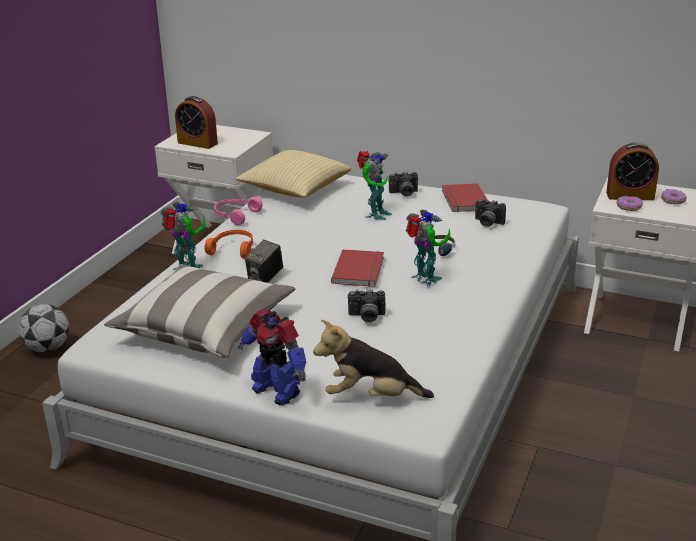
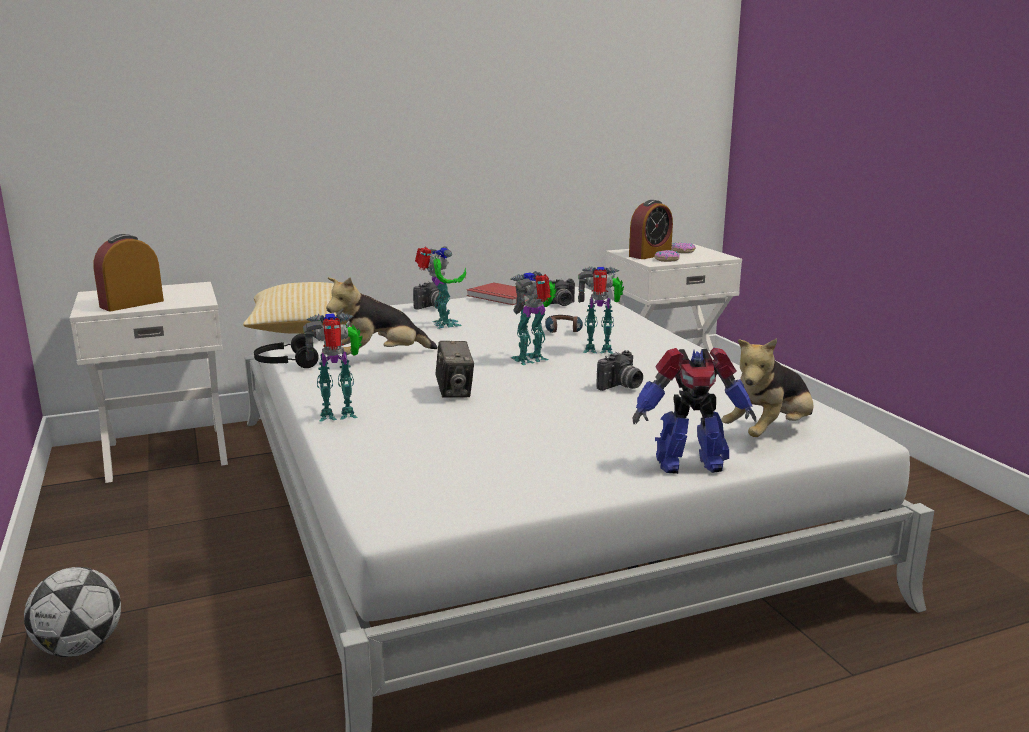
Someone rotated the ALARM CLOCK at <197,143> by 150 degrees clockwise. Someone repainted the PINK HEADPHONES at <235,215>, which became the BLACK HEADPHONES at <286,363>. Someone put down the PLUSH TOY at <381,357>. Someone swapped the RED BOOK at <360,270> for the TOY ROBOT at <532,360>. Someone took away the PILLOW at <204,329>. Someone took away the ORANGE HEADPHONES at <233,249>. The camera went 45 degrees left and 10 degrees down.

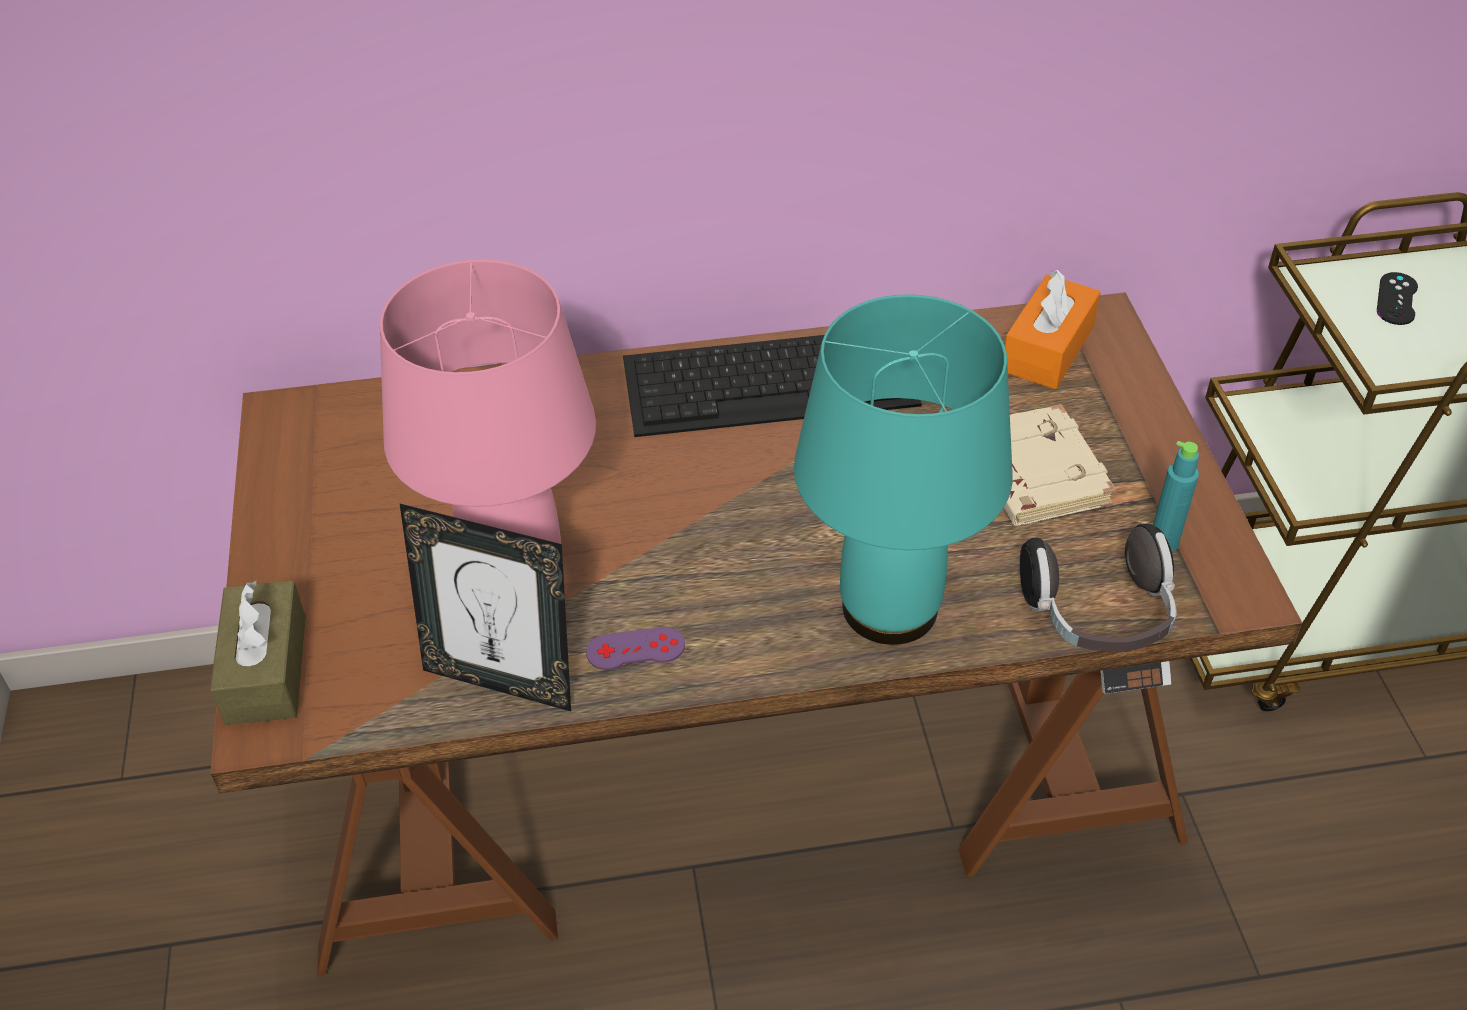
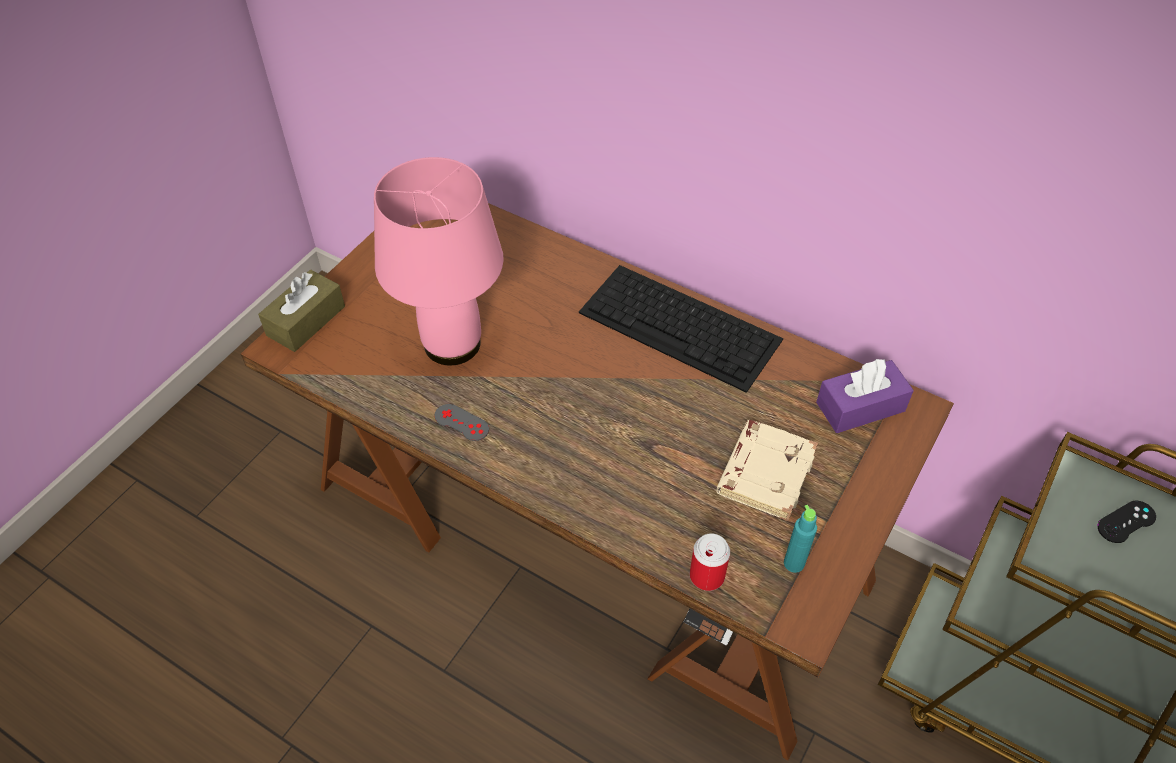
Someone repainted the PURPLE GAME CONTROLLER at <635,649>, which became the GREY GAME CONTROLLER at <461,422>. Someone swapped the HEADPHONES at <1098,616> for the CAN at <707,576>. Someone repainted the ORANGE TISSUE BOX at <1047,349>, which became the PURPLE TISSUE BOX at <860,407>. Someone took away the PICTURE FRAME at <502,680>. Someone took away the TURQUOISE TABLE LAMP at <887,608>. The camera went 40 degrees right and 5 degrees up.

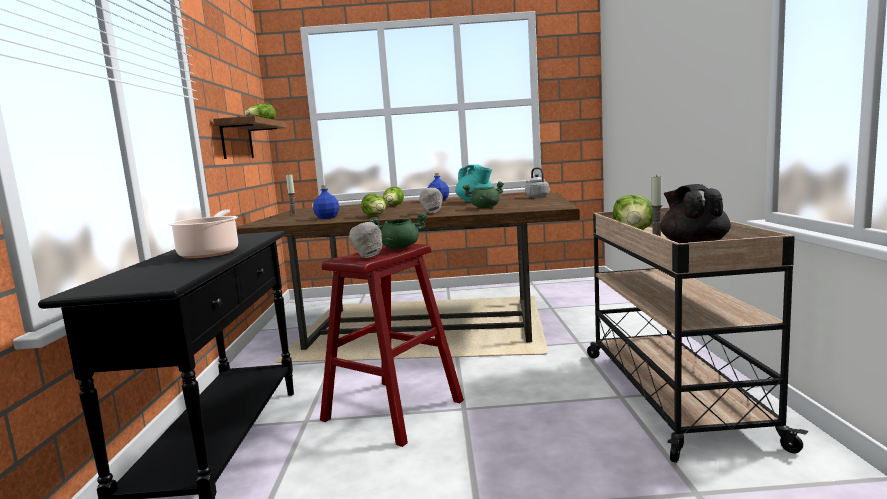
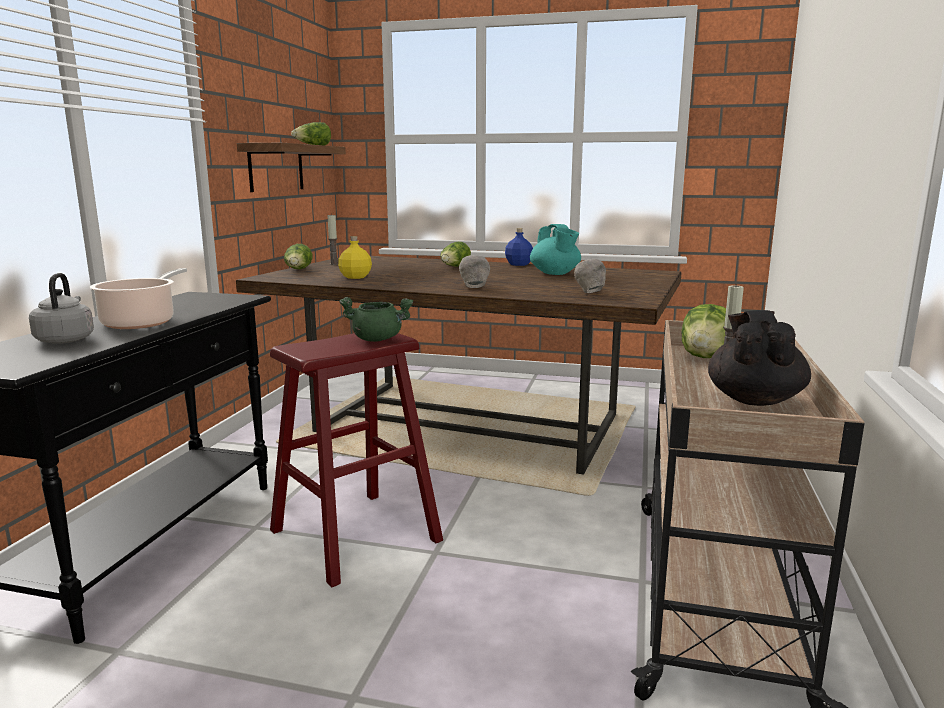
Someone carried the GREY KETTLE from <536,196> to <66,339>. Someone carried the LETTUCE from <376,216> to <298,270>. Someone repainted the BLUE BOTTLE at <327,218>, which became the YELLOW BOTTLE at <355,277>. Someone carried the GREY BOWL from <367,257> to <589,292>. Someone took away the GREEN COOKING POT at <485,208>. The camera went 15 degrees right and 5 degrees up.

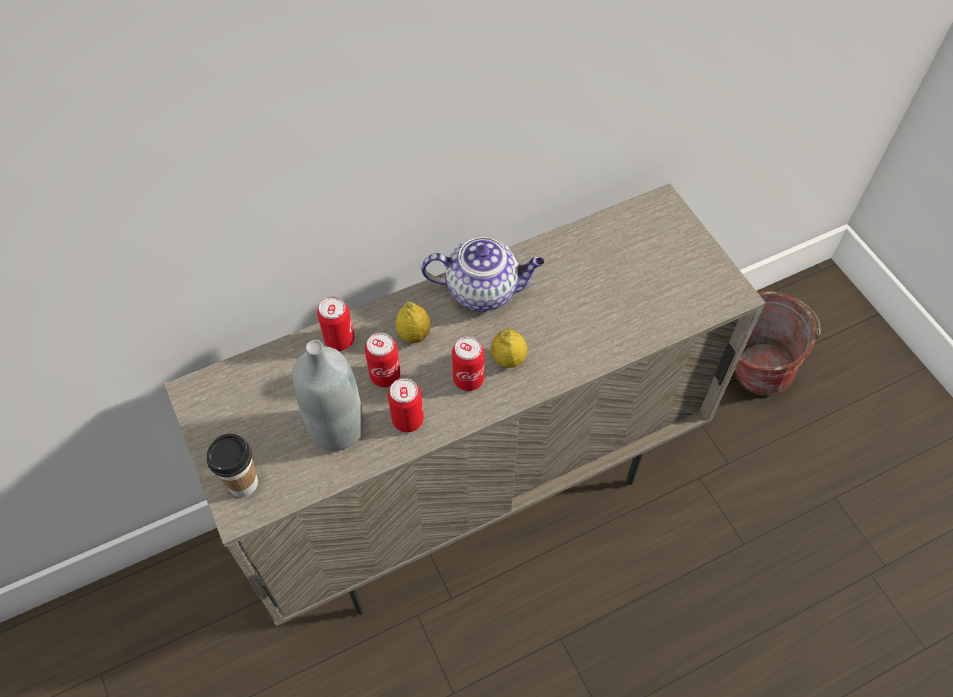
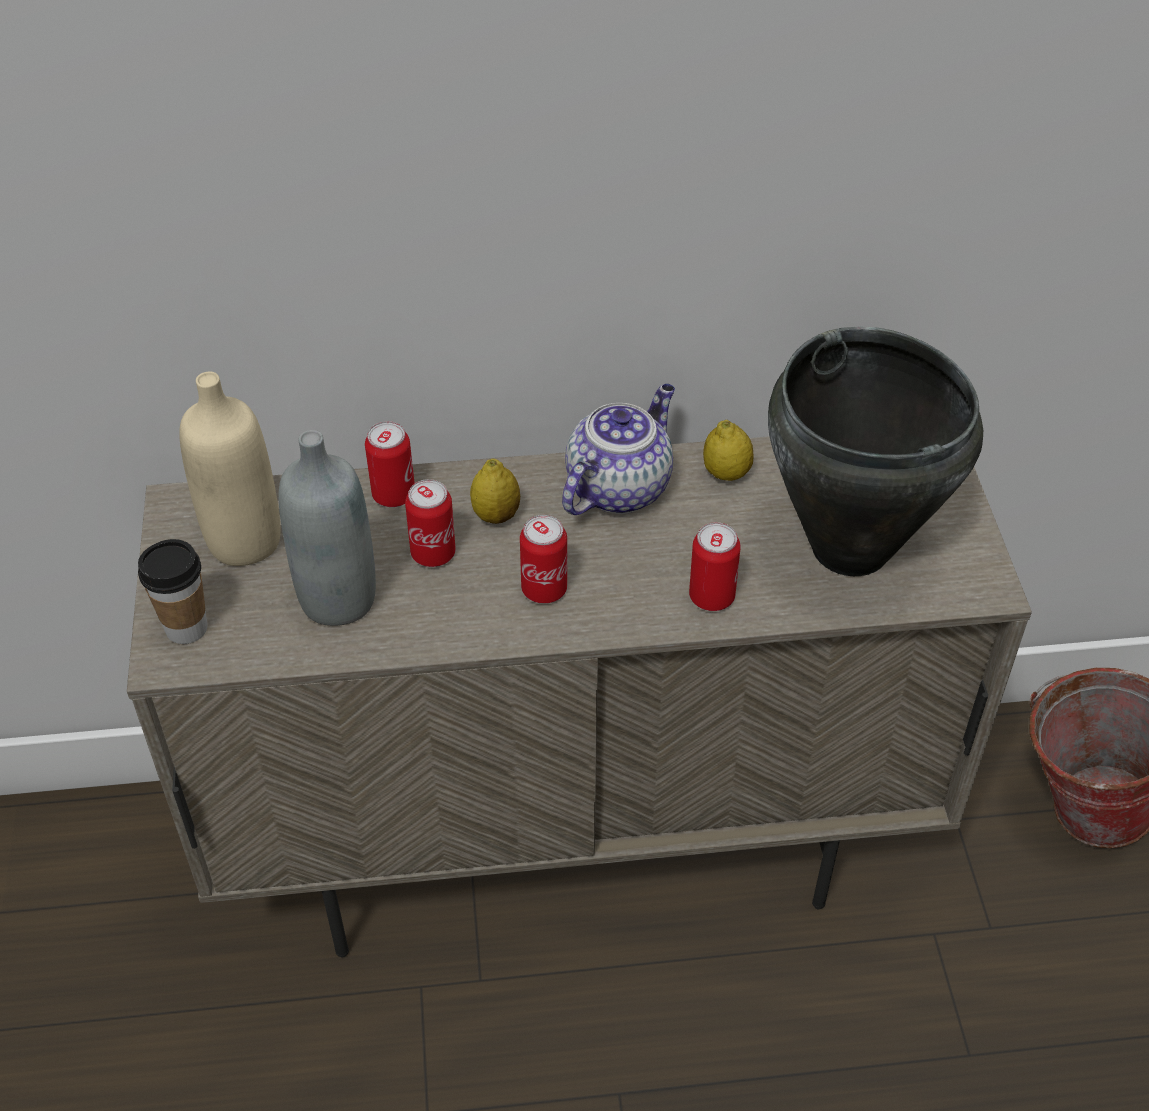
Someone put down the BEIGE BOTTLE at <244,541>. Someone rotated the TEAPOT at <483,290> by 75 degrees counterclockwise. Someone carried the CAN from <407,420> to <711,597>. Someone carried the LEMON from <508,359> to <726,473>. Someone put down the BLACK COOKING POT at <849,549>. The camera went 20 degrees right and 10 degrees down.

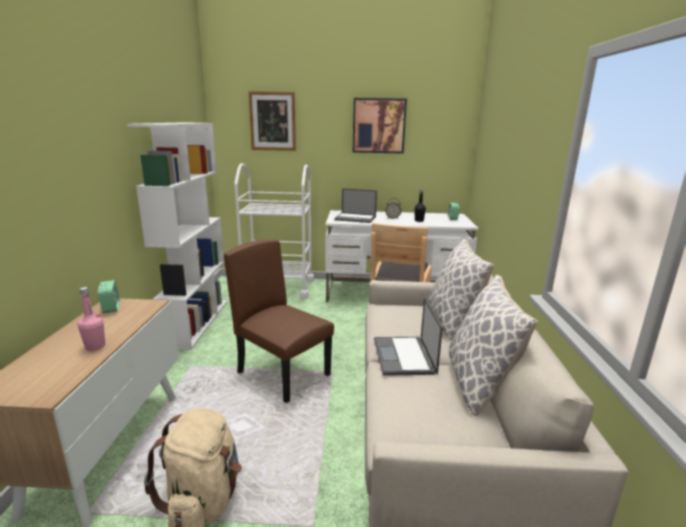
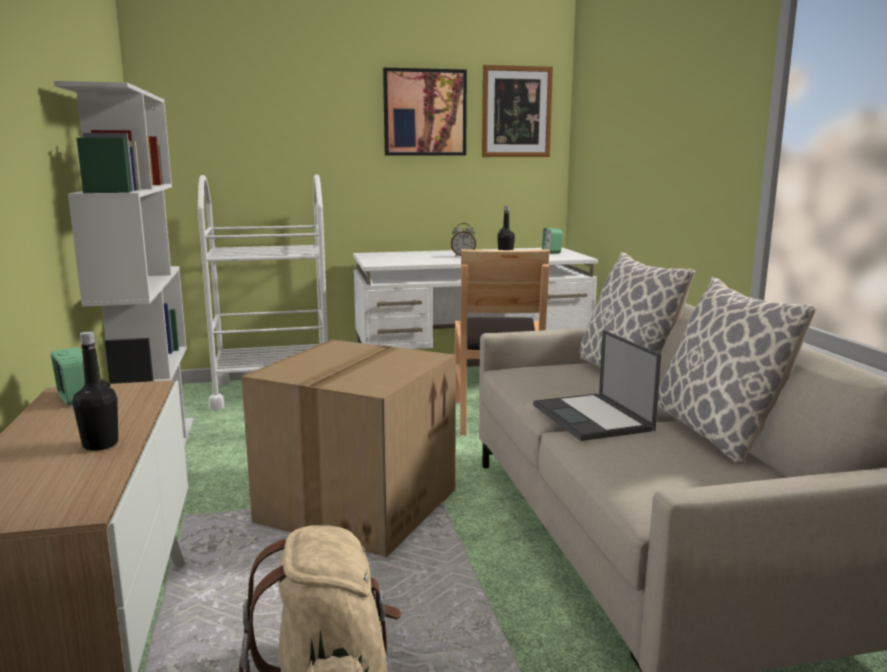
Someone repainted the PINK BOTTLE at <95,346>, which became the BLACK BOTTLE at <100,445>. Someone swapped the BROWN CHAIR at <284,373> for the CARDBOARD BOX at <357,504>. Someone carried the PICTURE from <272,121> to <516,112>. Someone took away the LAPTOP at <356,218>. The camera went 15 degrees left and 5 degrees down.

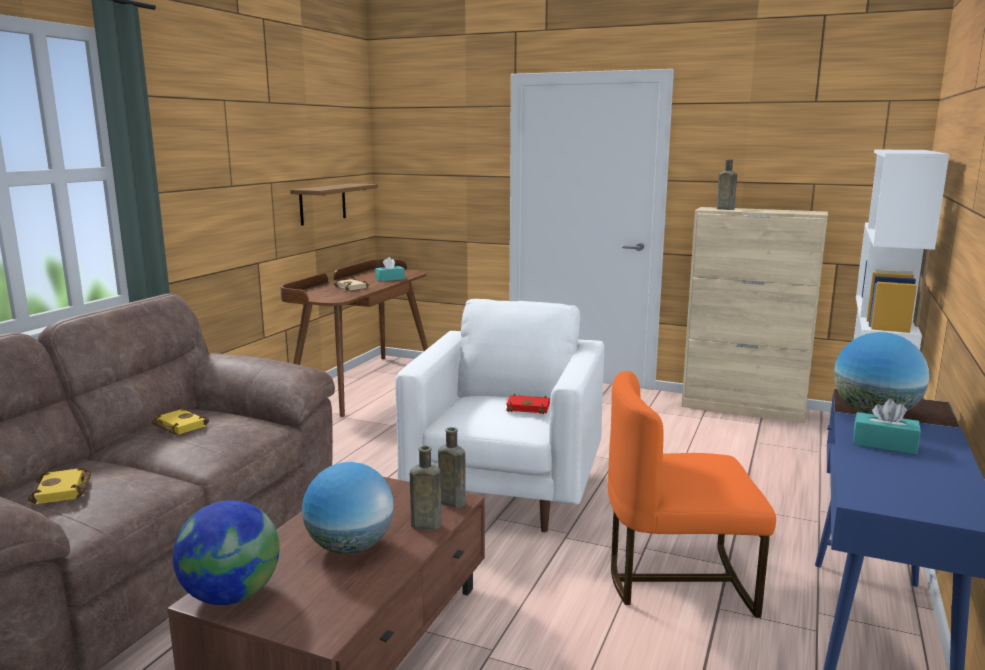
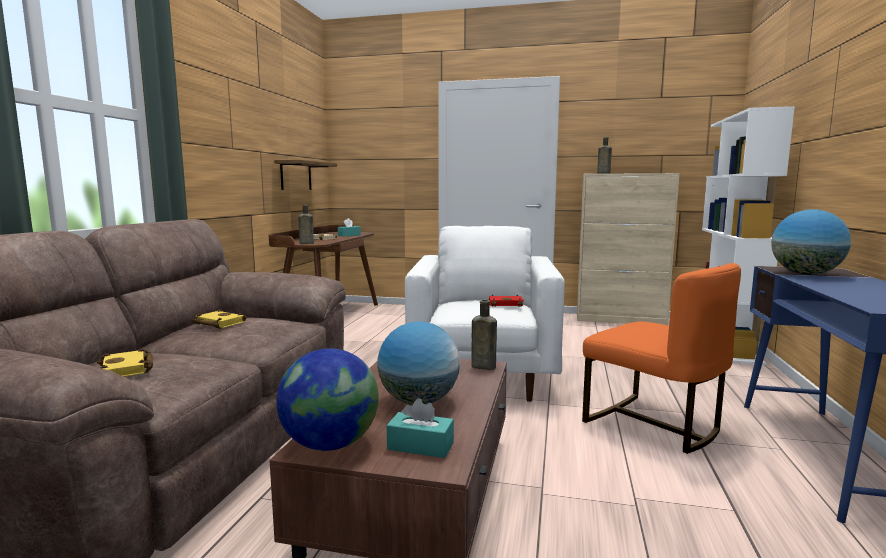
Someone carried the BROWN BOTTLE from <424,525> to <305,243>. Someone carried the TURQUOISE TISSUE BOX from <884,444> to <420,446>. Someone rotated the ORANGE CHAIR at <677,579> by 120 degrees counterclockwise. The camera went 10 degrees left and 5 degrees down.

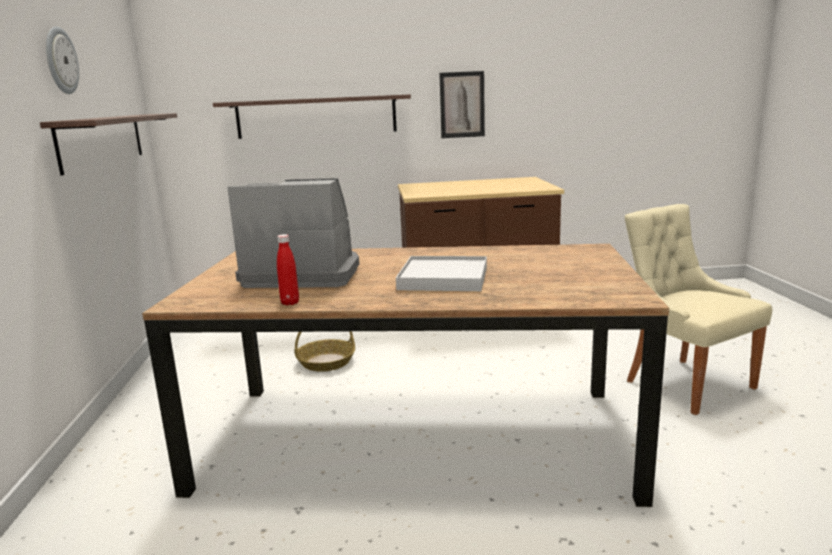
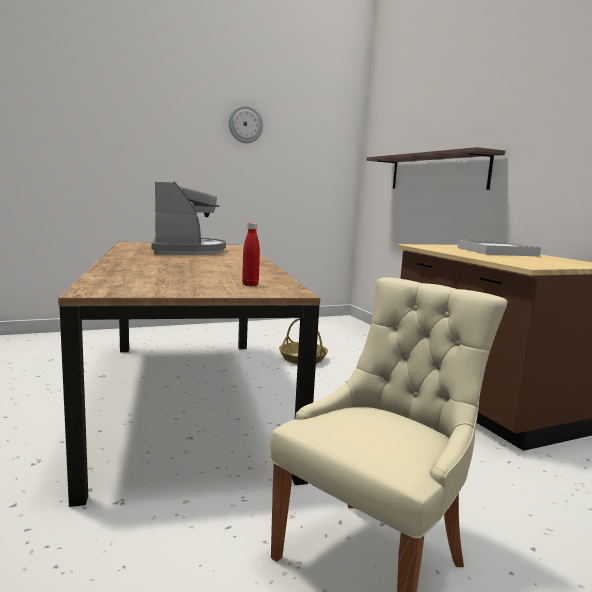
Someone carried the RED BOTTLE from <290,303> to <250,285>. Someone carried the WHITE TRAY from <444,278> to <496,252>. Someone took away the SHELF at <102,140>. Someone took away the PICTURE at <462,104>. The camera went 70 degrees right and 5 degrees down.

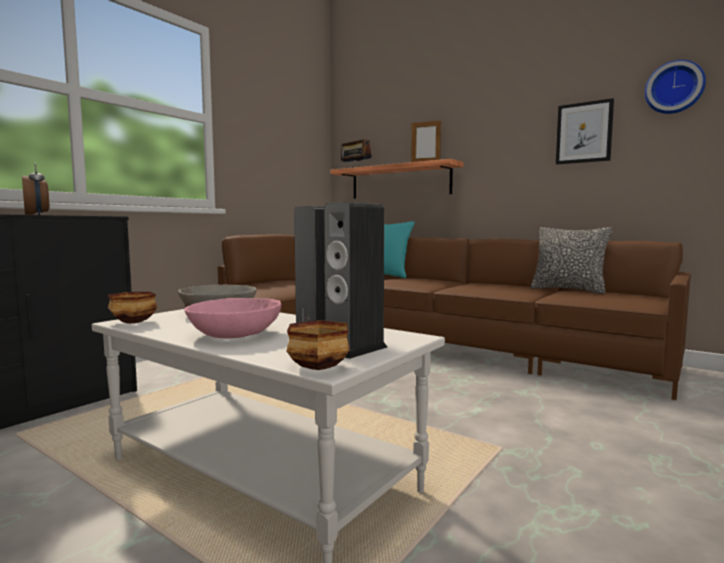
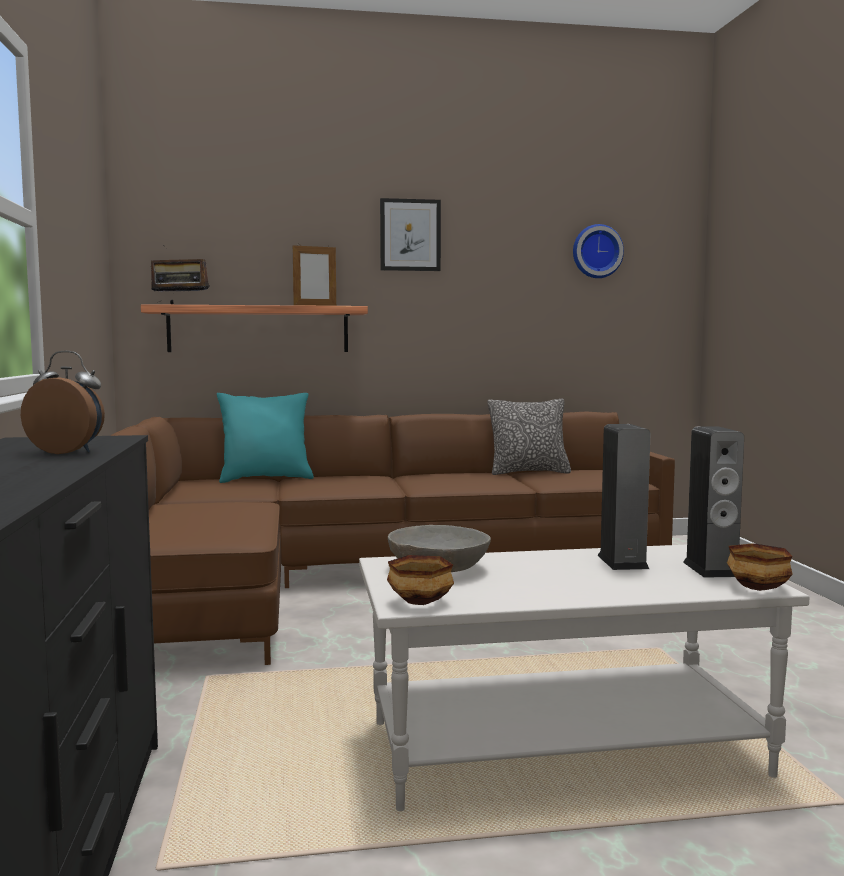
Someone carried the PICTURE from <584,132> to <410,235>. Someone took away the PINK BOWL at <235,334>. The camera went 45 degrees left and 0 degrees up.

